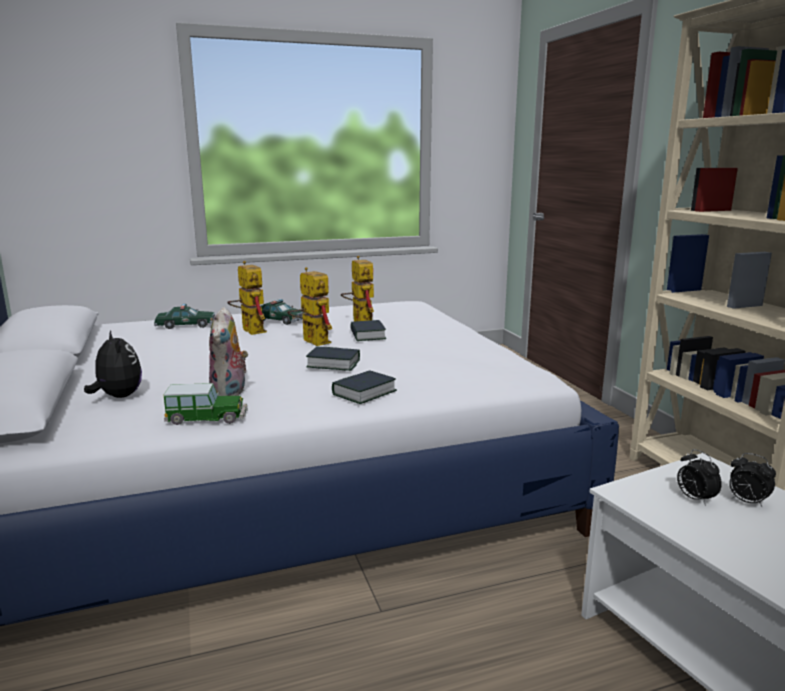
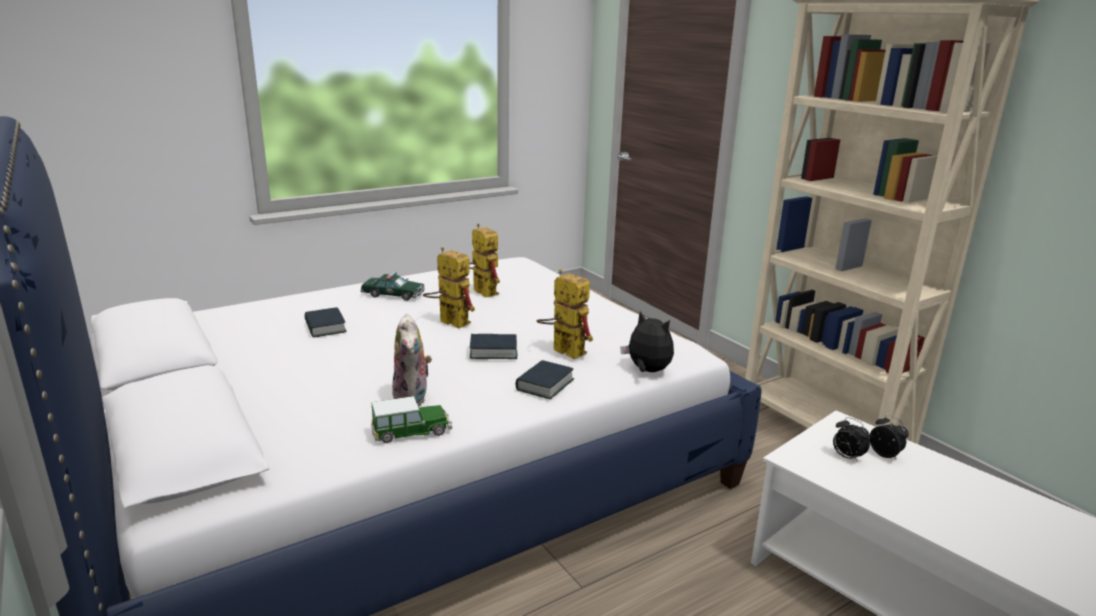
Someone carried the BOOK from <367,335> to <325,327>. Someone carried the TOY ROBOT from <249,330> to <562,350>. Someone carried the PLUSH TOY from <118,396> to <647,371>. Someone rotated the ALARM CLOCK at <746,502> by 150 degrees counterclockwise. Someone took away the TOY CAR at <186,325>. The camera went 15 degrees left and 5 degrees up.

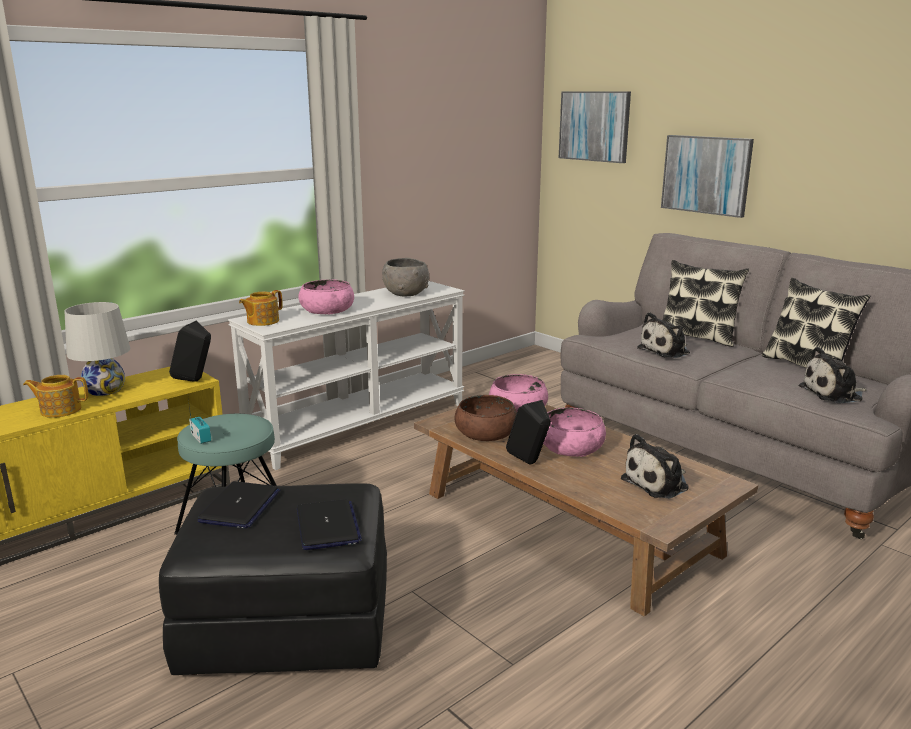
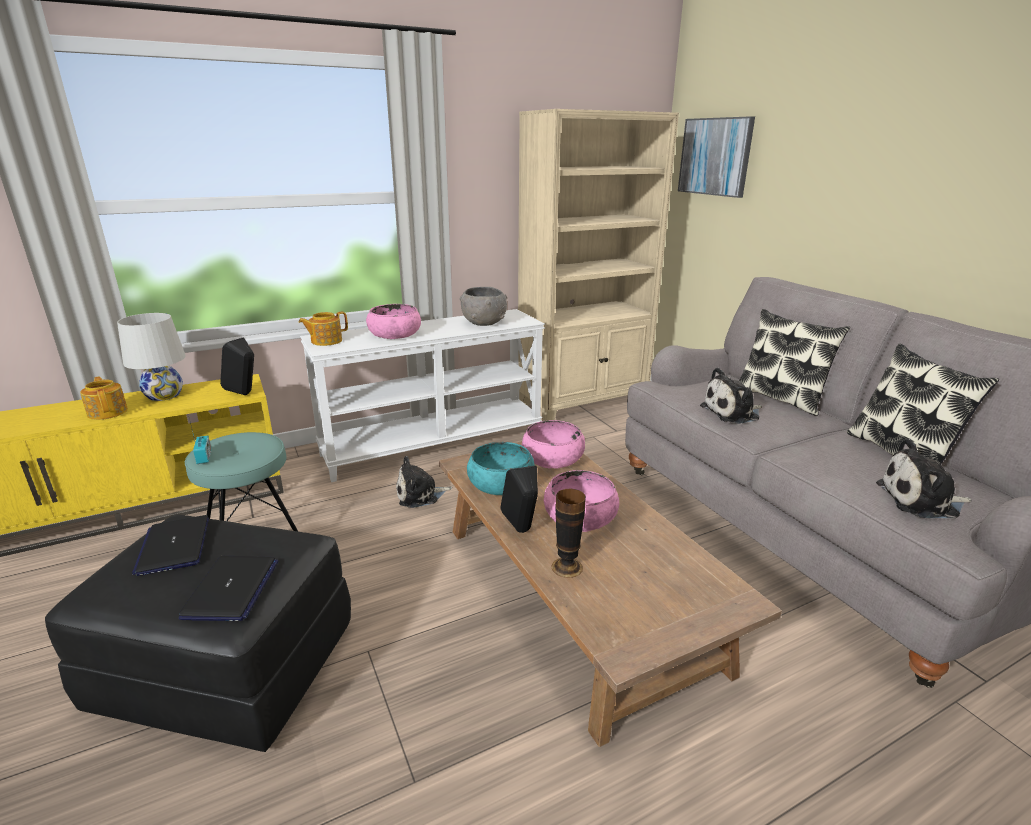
Someone rotated the TEAPOT at <60,410> by 45 degrees clockwise. Someone rotated the LAPTOP at <240,506> by 135 degrees clockwise. Someone carried the PLUSH TOY from <658,483> to <420,495>. Someone repainted the BROWN BOWL at <485,433>, which became the TURQUOISE BOWL at <501,483>. Someone put down the BEIGE BOOKCASE at <583,404>. Someone put down the VASE at <567,567>. Someone took away the PICTURE at <706,175>. The camera went 15 degrees right and 5 degrees up.

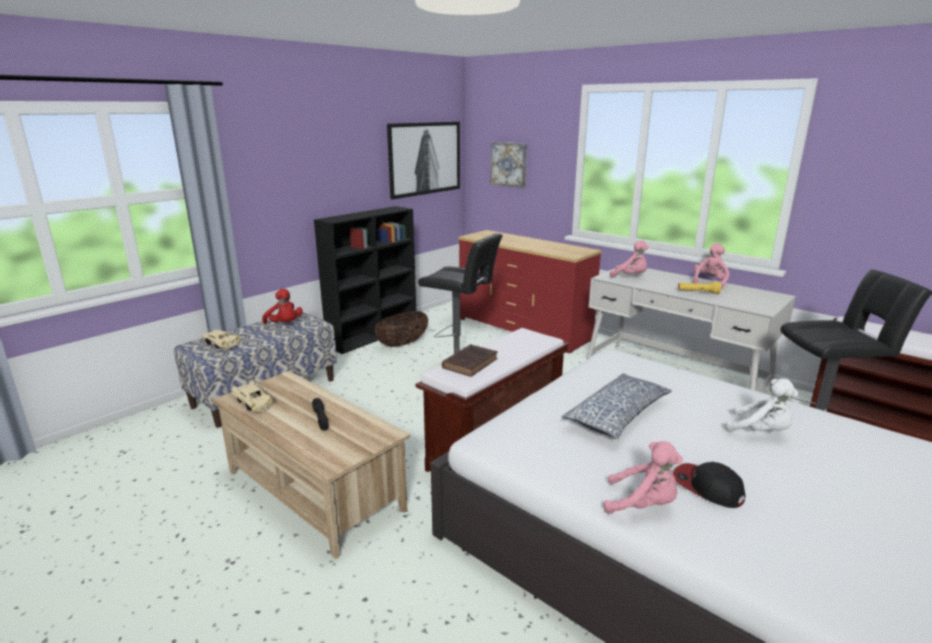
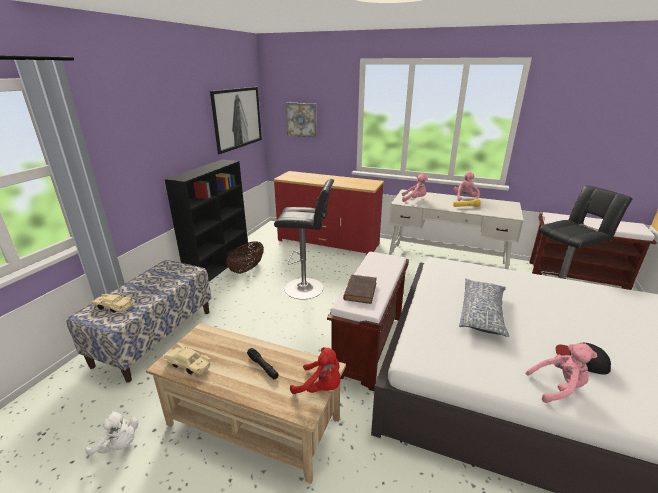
Someone carried the WHITE PLUSH TOY from <760,431> to <118,446>. Someone carried the RED PLUSH TOY from <284,324> to <320,388>. The camera went 20 degrees left and 5 degrees up.

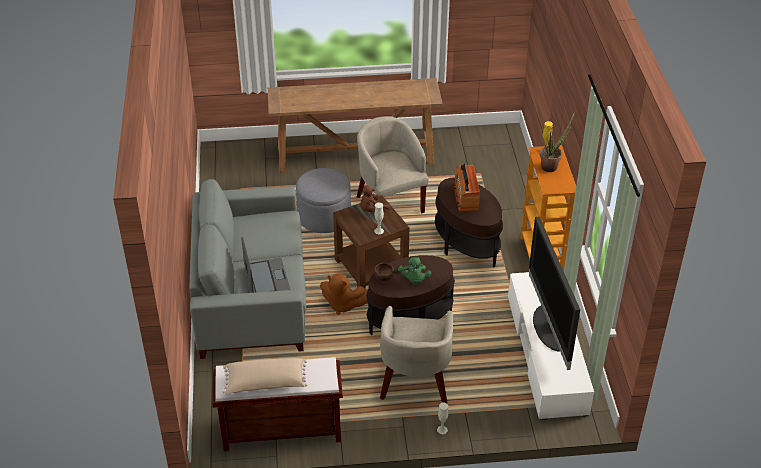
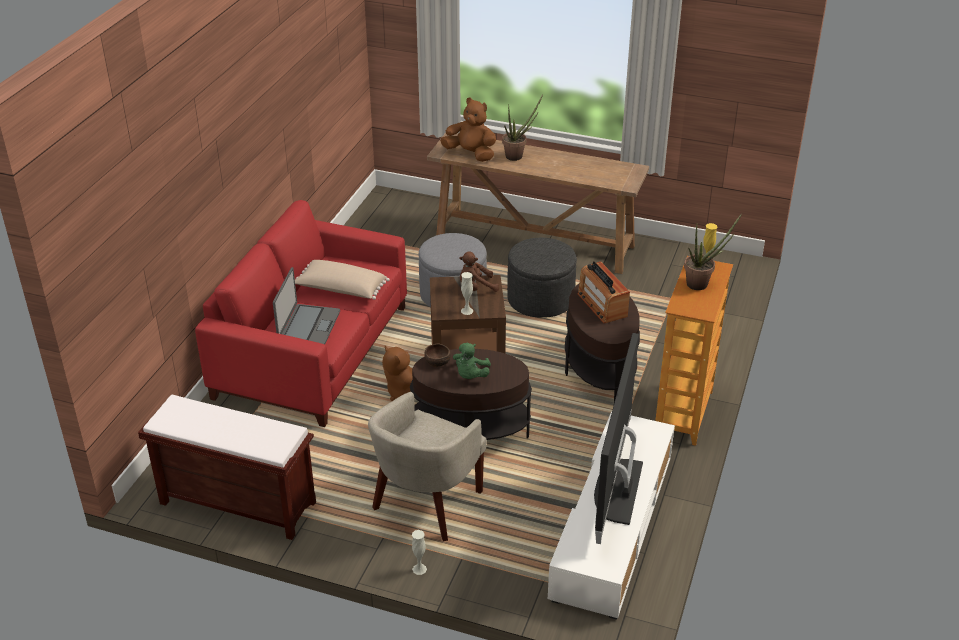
Someone repainted the GREY SOFA at <252,295>, which became the RED SOFA at <313,351>. Someone carried the BEIGE PILLOW from <265,383> to <341,290>. Someone put down the BROWN PLUSH TOY at <471,154>. Someone put down the POTTED PLANT at <517,155>. Someone swapped the BEIGE ARMCHAIR at <390,202> for the GREY OTTOMAN at <540,299>. Someone rotated the RADIO at <466,197> by 45 degrees counterclockwise. The camera went 25 degrees right and 5 degrees down.

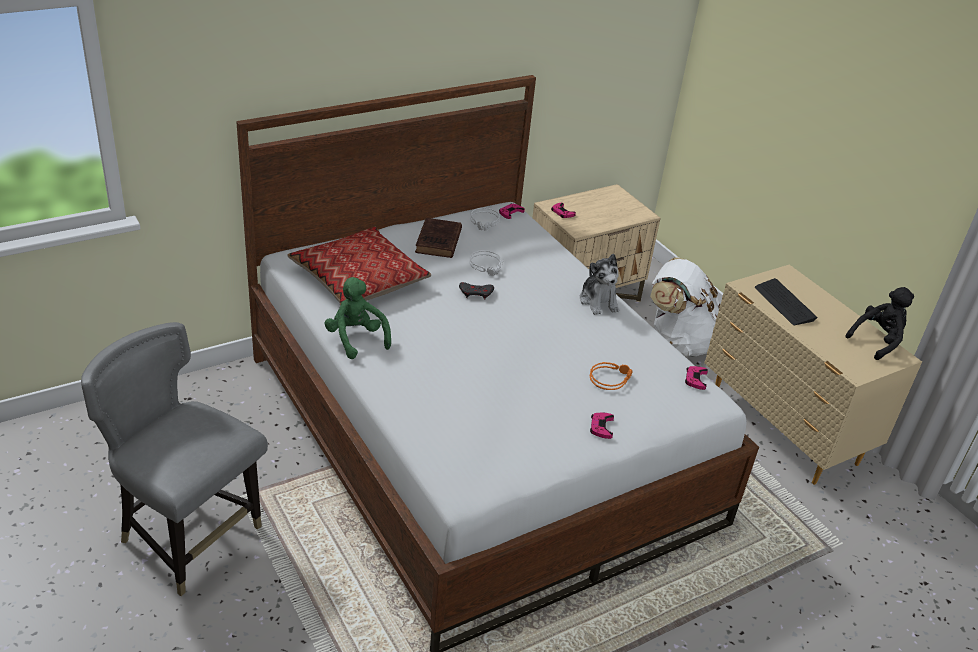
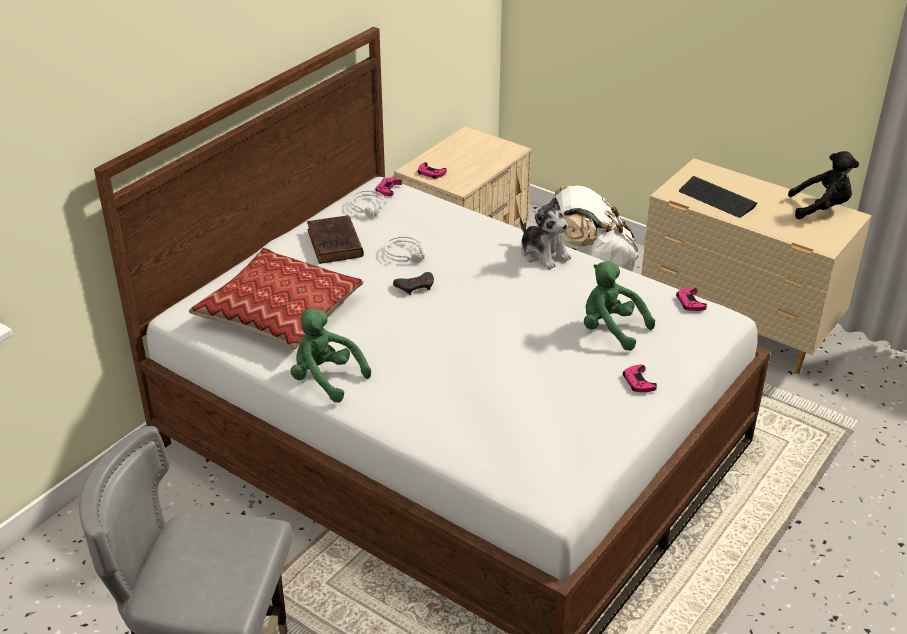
Someone swapped the ORANGE HEADPHONES at <610,378> for the GREEN PLUSH TOY at <611,329>. Someone rotated the BLACK PLUSH TOY at <877,341> by 60 degrees clockwise. The camera went 20 degrees left and 0 degrees up.

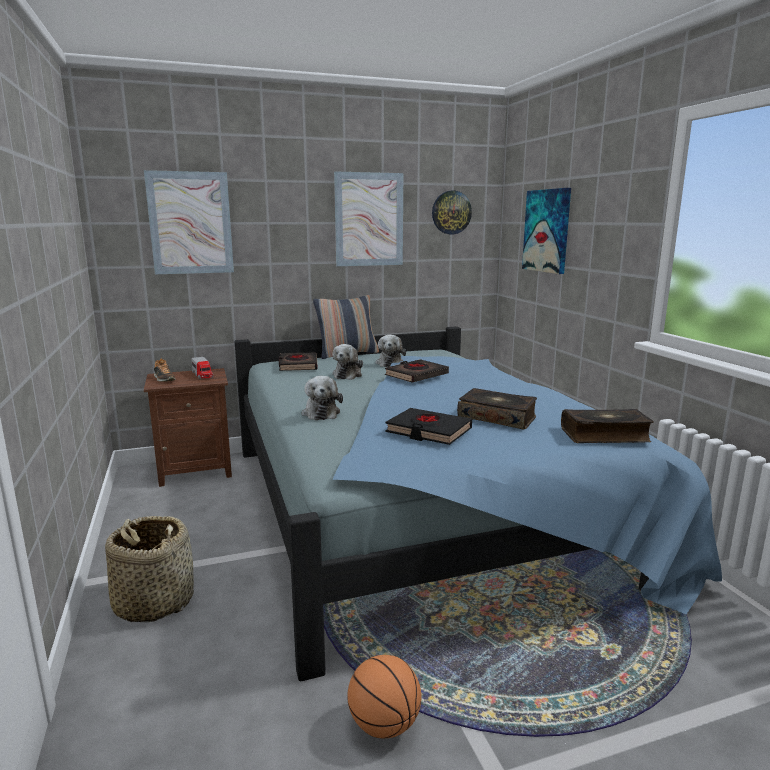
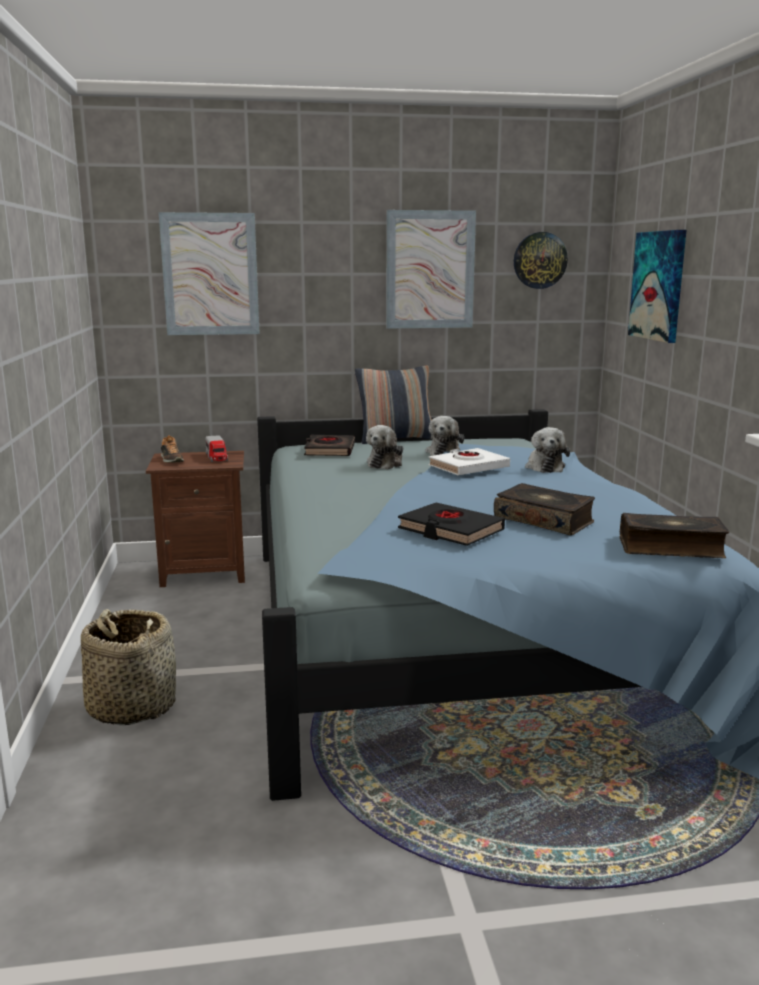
Someone repainted the BLACK BOOK at <416,375>, which became the WHITE BOOK at <468,467>. Someone carried the PLUSH TOY from <321,412> to <544,467>. Someone took away the BASKETBALL at <384,725>. The camera went 10 degrees right and 0 degrees up.

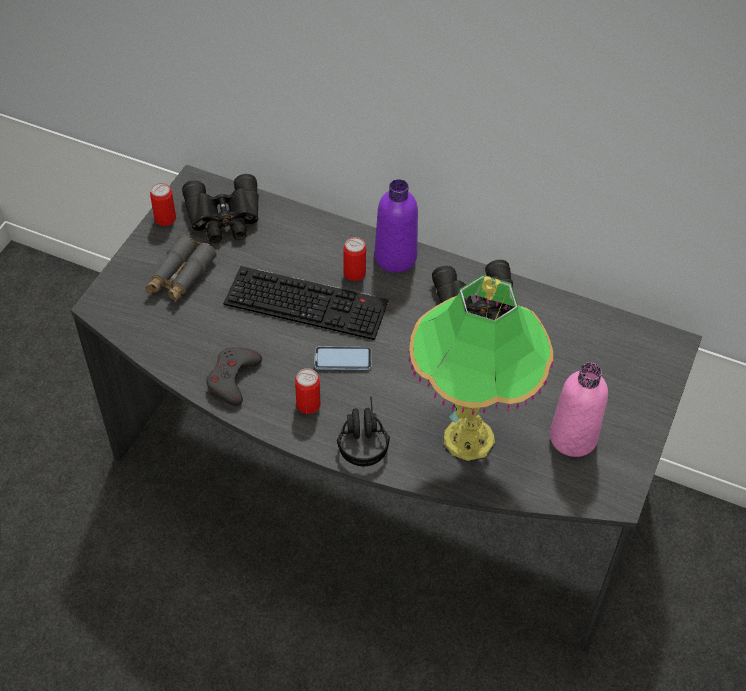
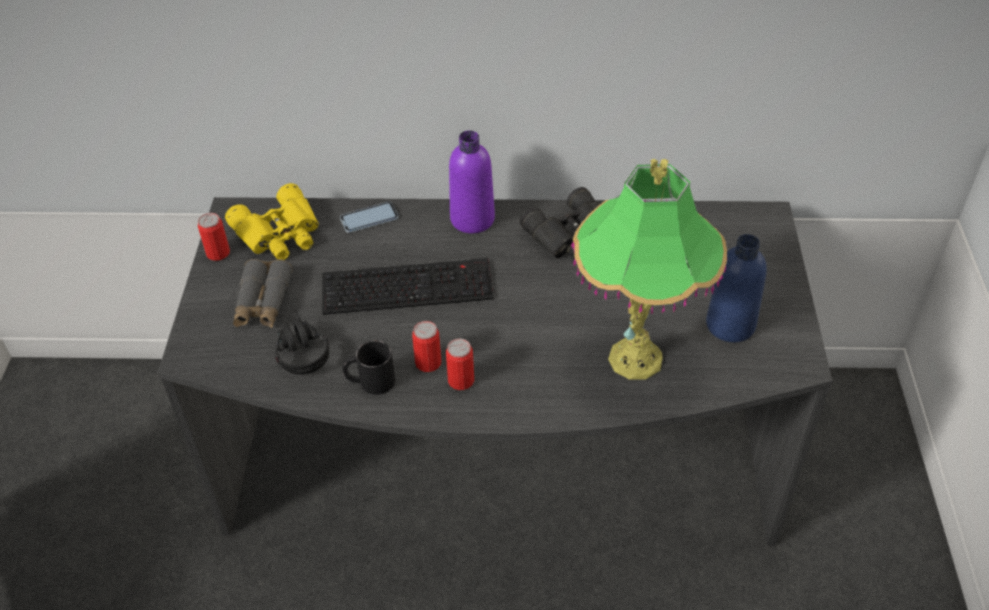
Someone repainted the BLACK BINOCULARS at <224,217>, which became the YELLOW BINOCULARS at <280,234>. Someone carried the BLACK HEADPHONES from <362,437> to <299,349>. Someone carried the PHONE from <343,359> to <369,218>. Someone swapped the GREY GAME CONTROLLER at <233,378> for the BLACK MUG at <370,381>. Someone carried the CAN from <354,273> to <428,363>. Someone repainted the PINK BOTTLE at <573,437>, which became the BLUE BOTTLE at <730,325>. The camera went 20 degrees left and 5 degrees down.

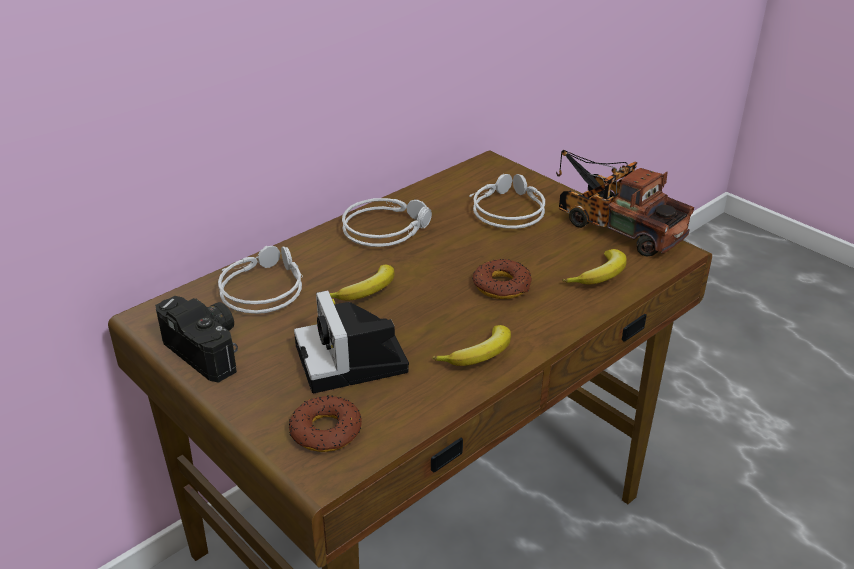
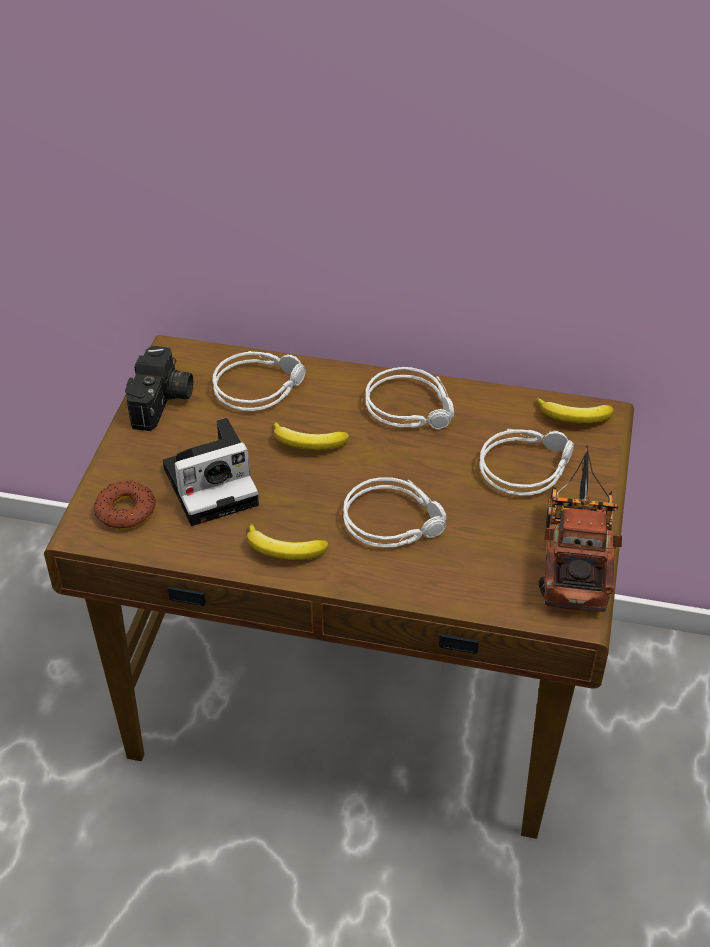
Someone rotated the PHOTO CAMERA at <354,361> by 150 degrees counterclockwise. Someone swapped the DONUT at <502,285> for the GREY HEADPHONES at <395,519>. Someone carried the BANANA from <600,276> to <574,418>. The camera went 55 degrees right and 10 degrees up.

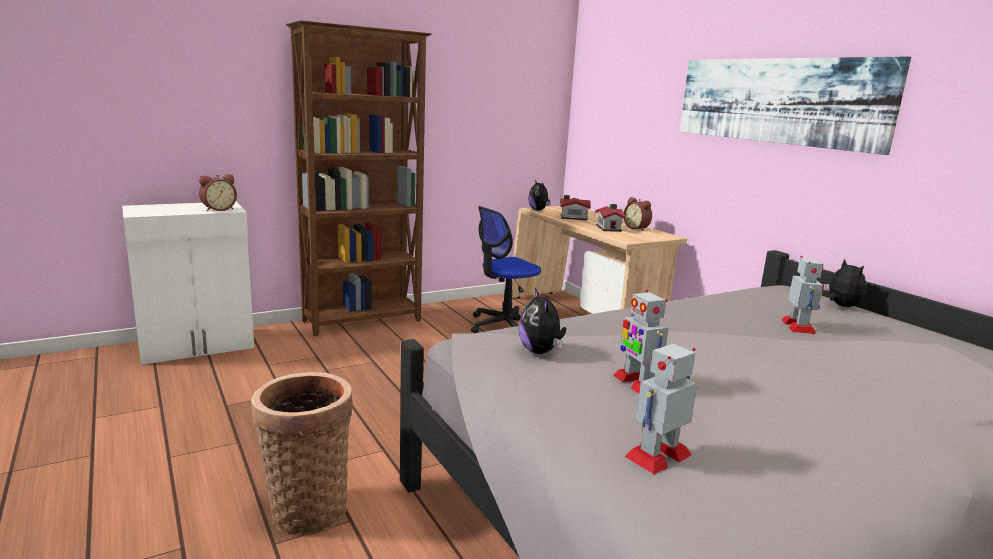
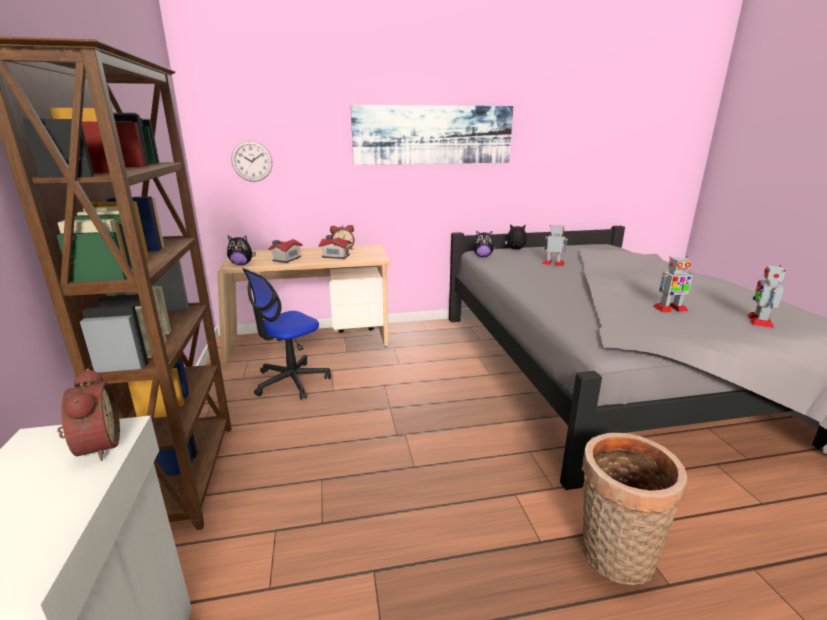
Someone put up the WALL CLOCK at <252,161>. Someone rotated the OFFICE CHAIR at <504,326> by 60 degrees clockwise. Someone carried the PLUSH TOY from <540,351> to <482,256>. Someone rotated the TOY ROBOT at <658,455> by 45 degrees clockwise. The camera went 70 degrees left and 5 degrees up.

